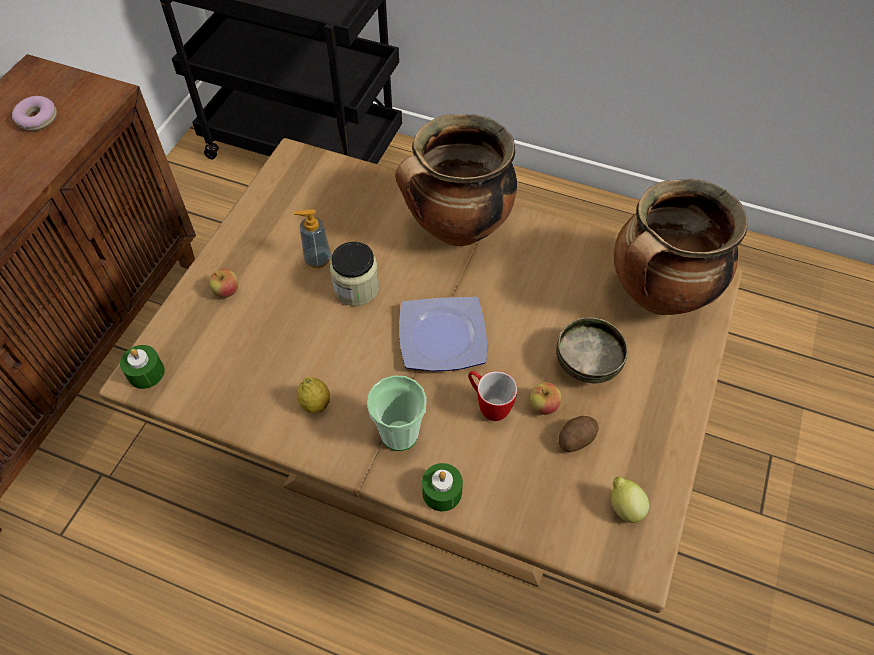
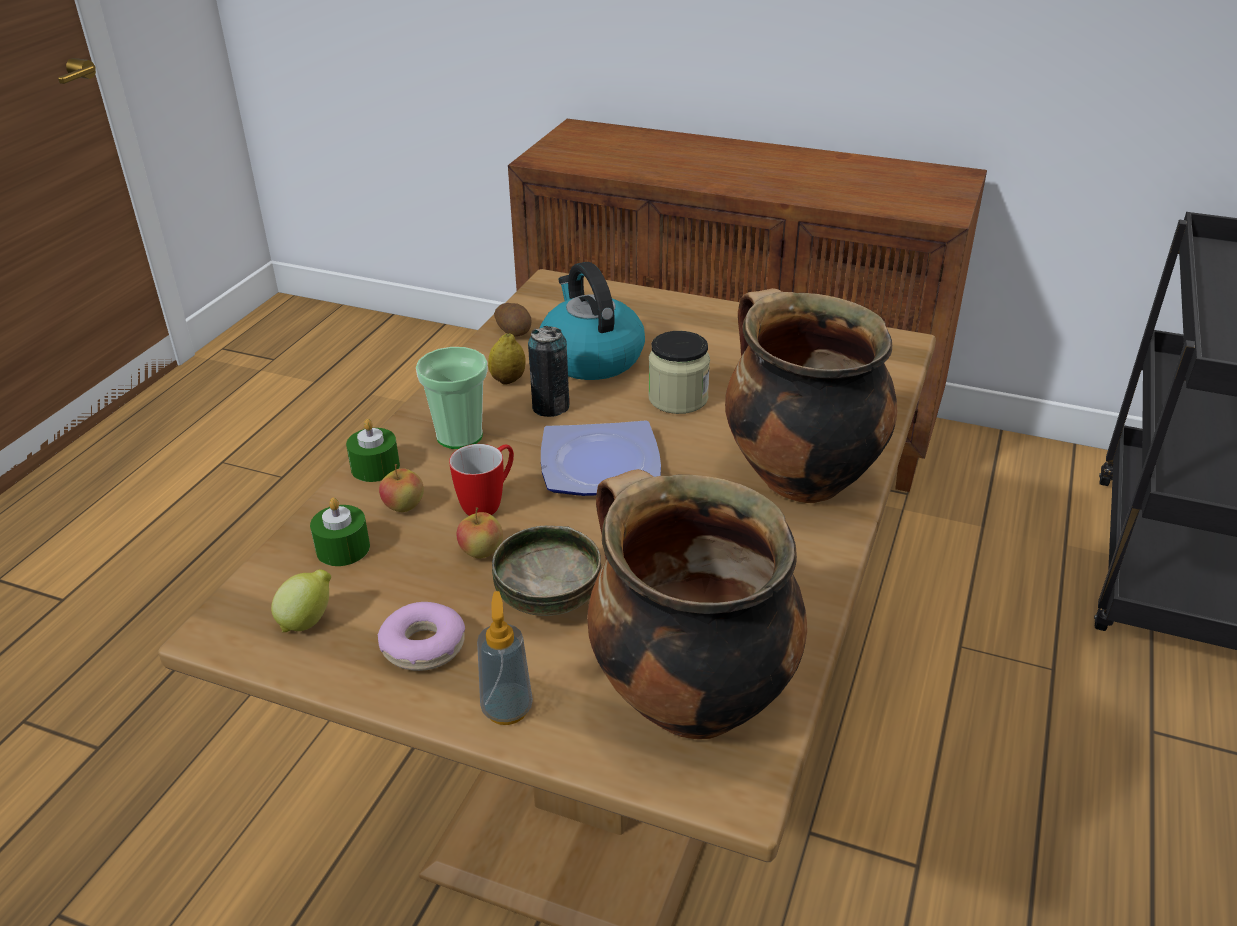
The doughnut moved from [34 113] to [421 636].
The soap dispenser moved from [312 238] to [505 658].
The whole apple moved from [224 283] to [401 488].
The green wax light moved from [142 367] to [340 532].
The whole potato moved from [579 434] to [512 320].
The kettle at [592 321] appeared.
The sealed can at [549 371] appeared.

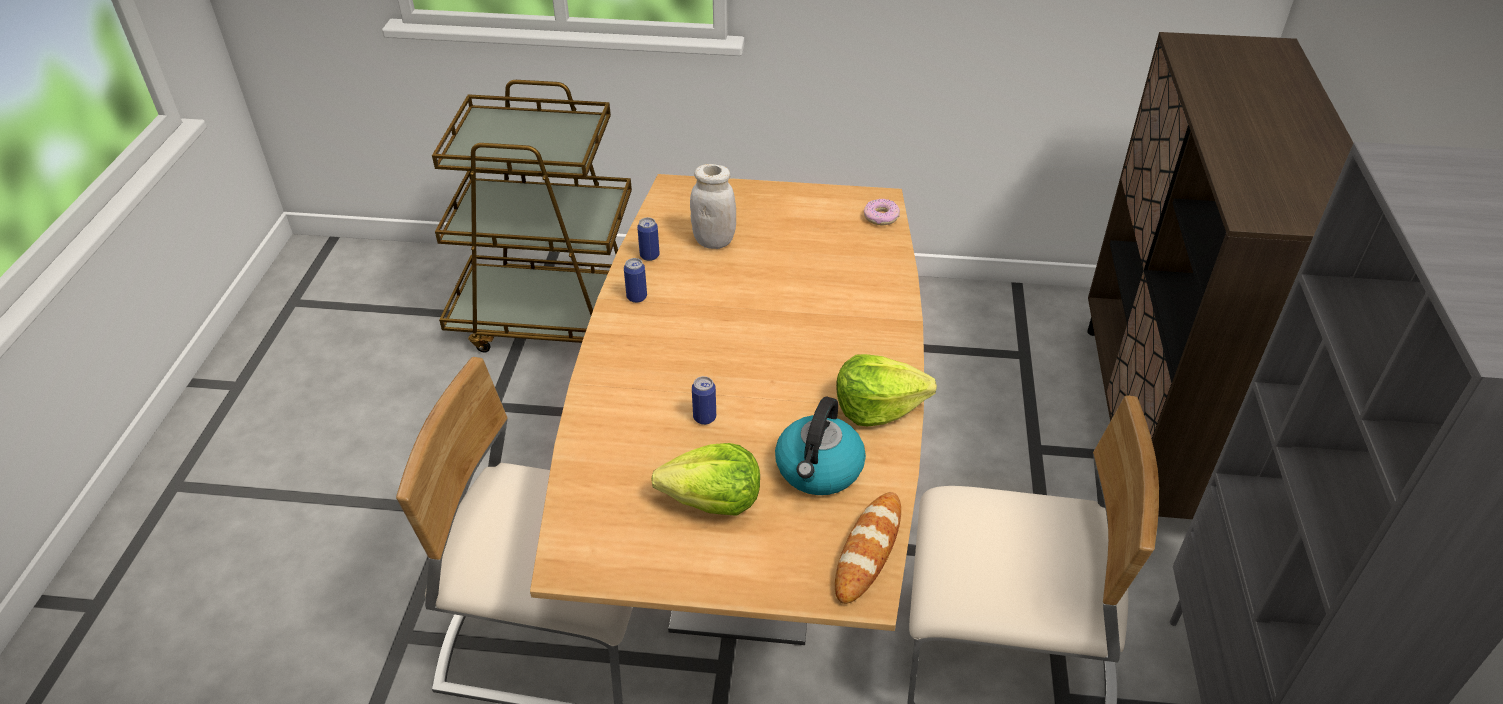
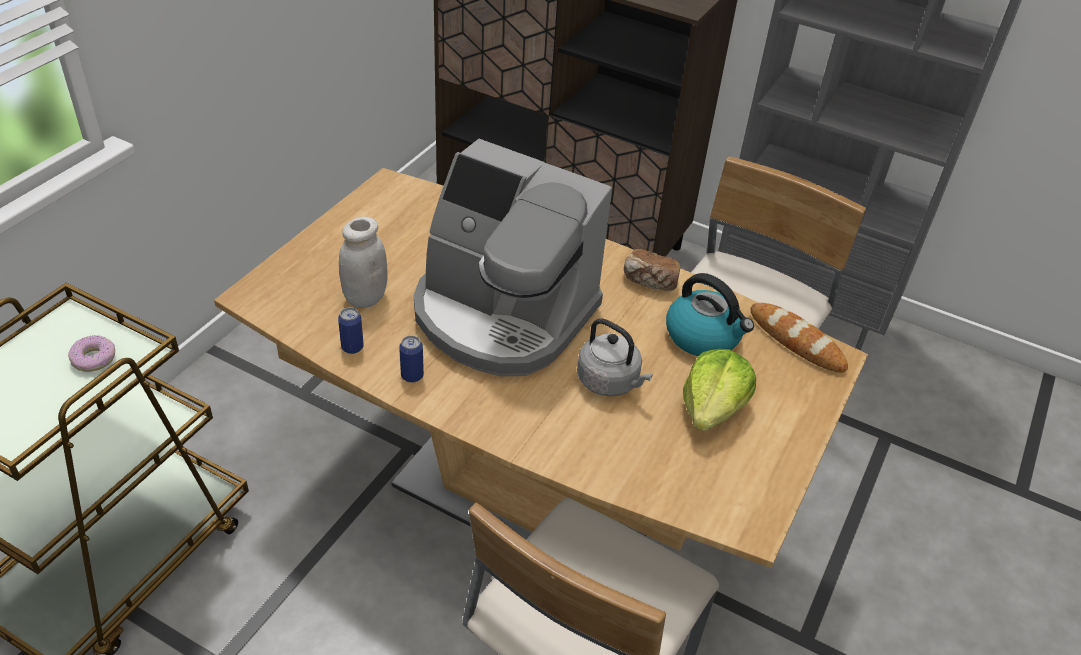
The doughnut moved from [882 212] to [91 353].
The lettuce at [886 390] was replaced by the bakery bread at [652 270].
The sealed can at [704 400] was replaced by the grey kettle at [615 357].
The coffee brewer at [513 257] appeared.

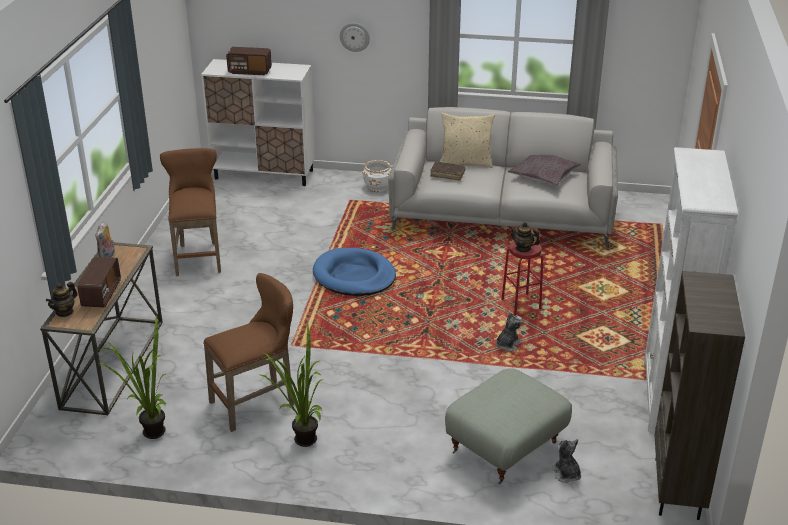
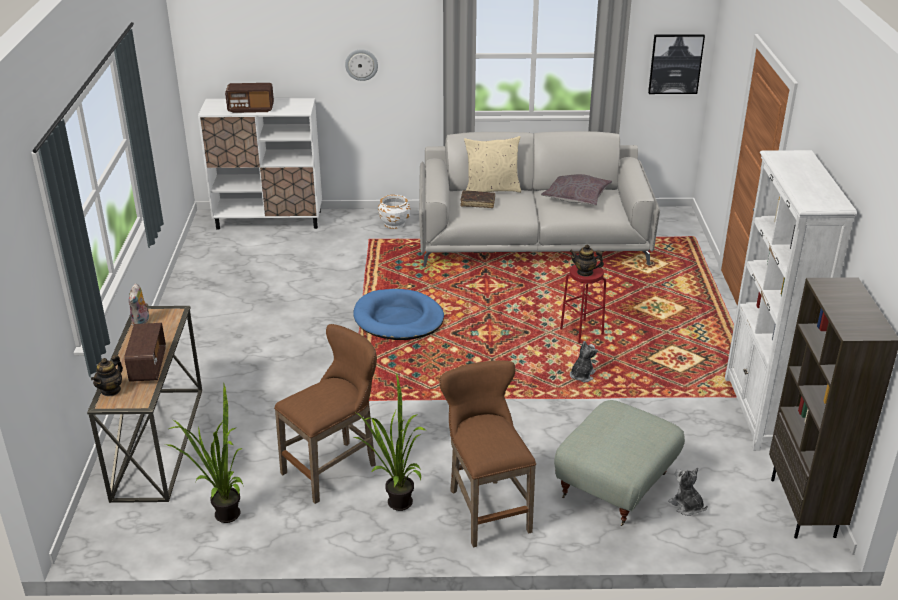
The brown sitting stool moved from [190 212] to [487 454].
The picture at [676 64] appeared.

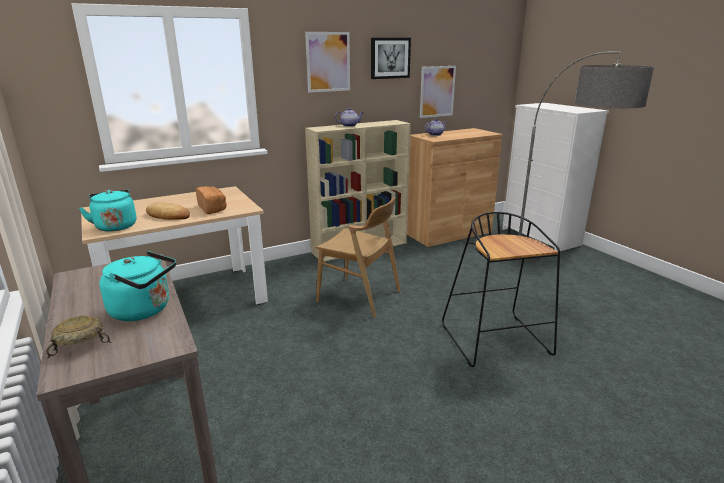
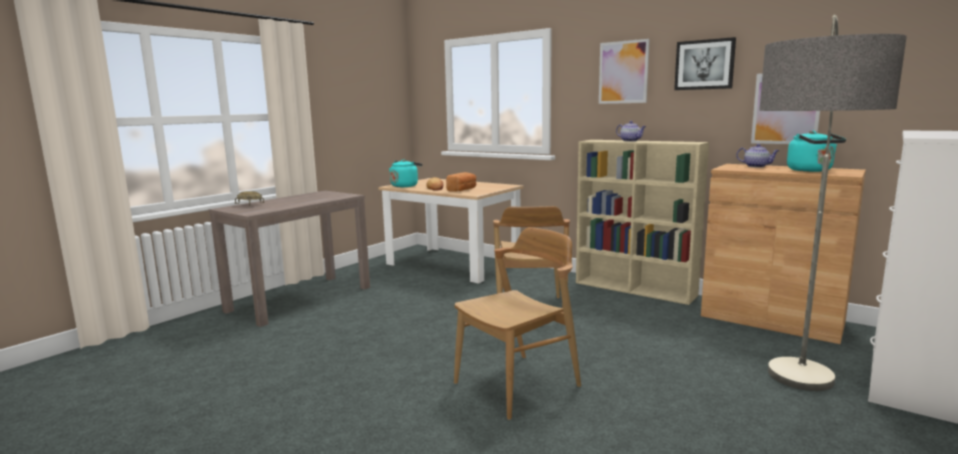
The black-coloured sitting stool at [501 289] was replaced by the brown chair at [517 323].
The blue-green kettle moved from [137 286] to [816 151].

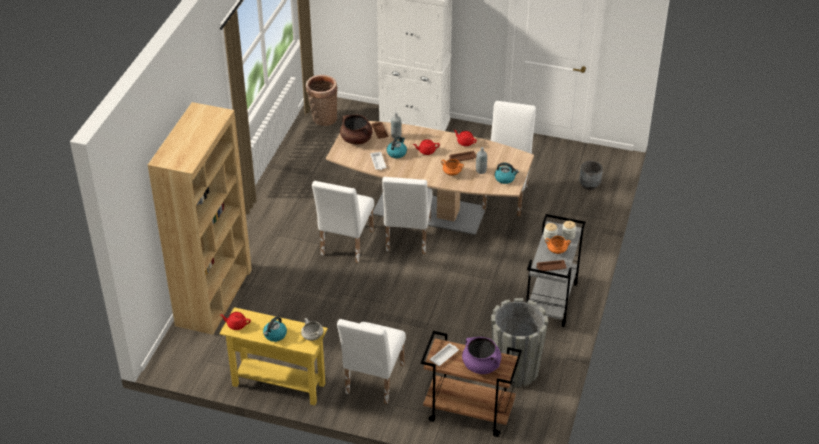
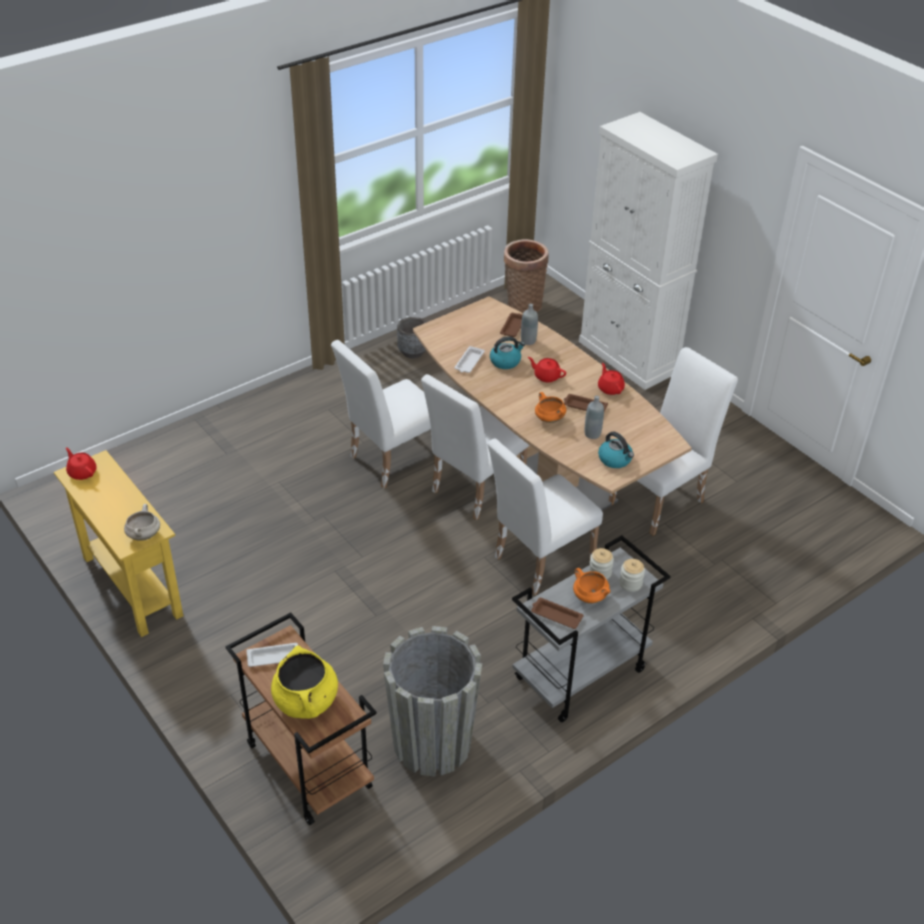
The brown bookshelf at [200 218] disappeared.
The brown saucepot at [356 129] disappeared.
The grey flower pot moved from [591 175] to [412 337].
The kettle at [275 329] disappeared.
The white chair moved from [371 361] to [545 517].
The purple-coloured saucepot at [481 355] became the yellow saucepot at [304 682].

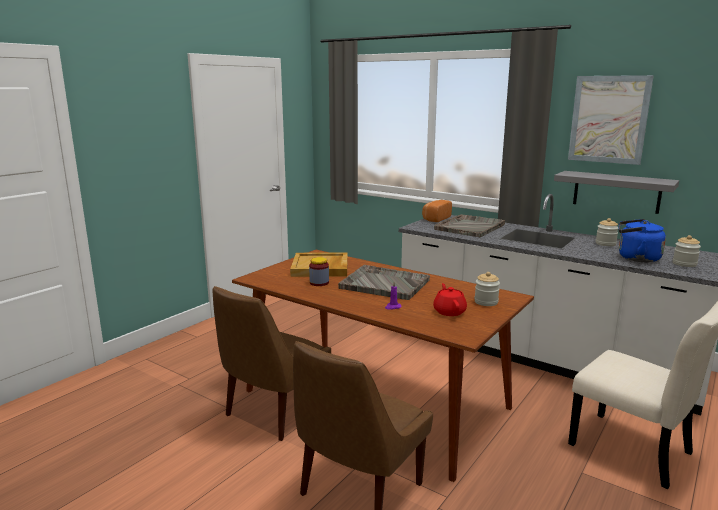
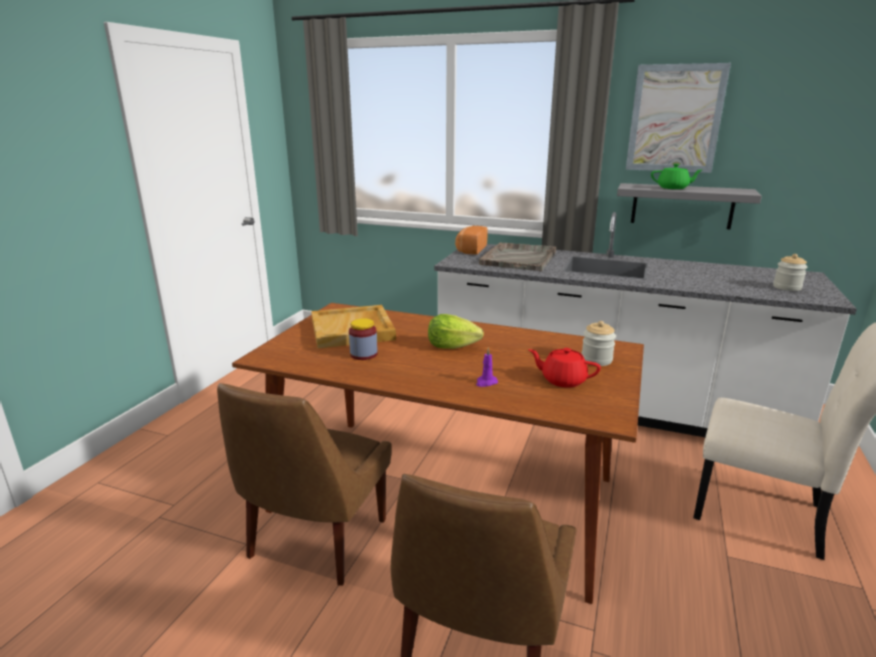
The jar at [607 232] disappeared.
The blue kettle at [642 240] disappeared.
The grey tray at [384 282] was replaced by the lettuce at [456 331].
The red-coloured pot for tea at [450 299] turned 45 degrees counterclockwise.
The green pot for tea at [676 176] appeared.

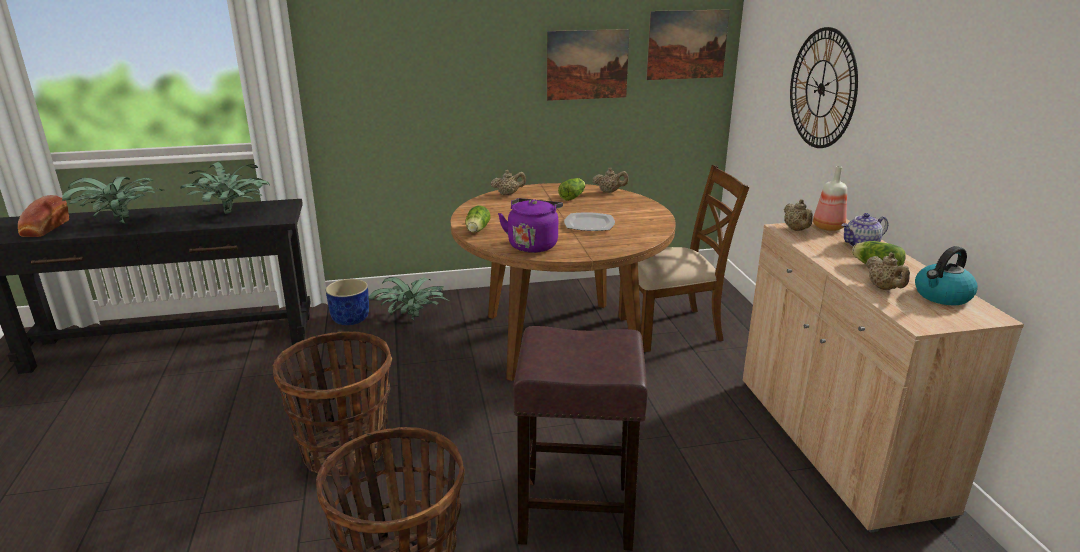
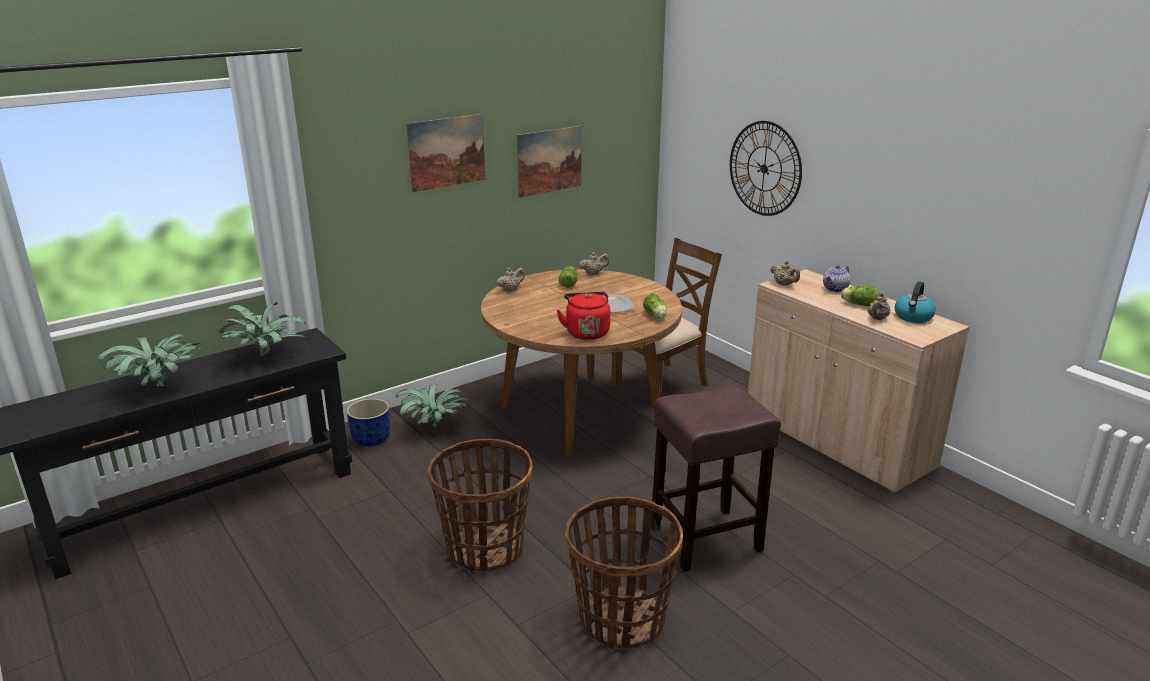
The picture moved from [688 44] to [445 153].
The drink bottle at [830 198] disappeared.
The bakery bread at [43 216] disappeared.
The purple-coloured kettle at [530 225] became the red-coloured kettle at [583 316].
The lettuce moved from [477 218] to [655 306].
The beige-coloured pot for tea at [888 271] turned 75 degrees clockwise.

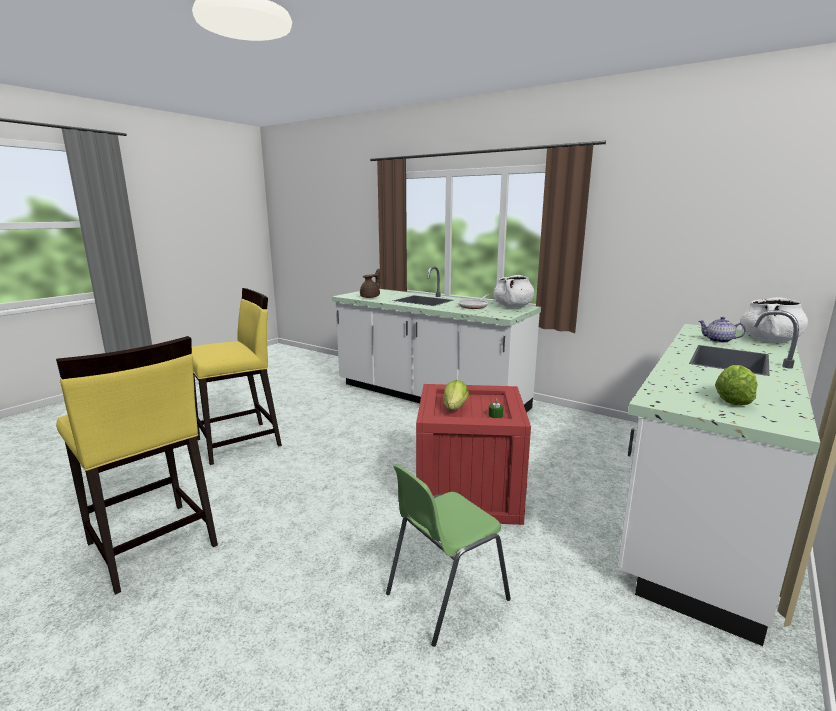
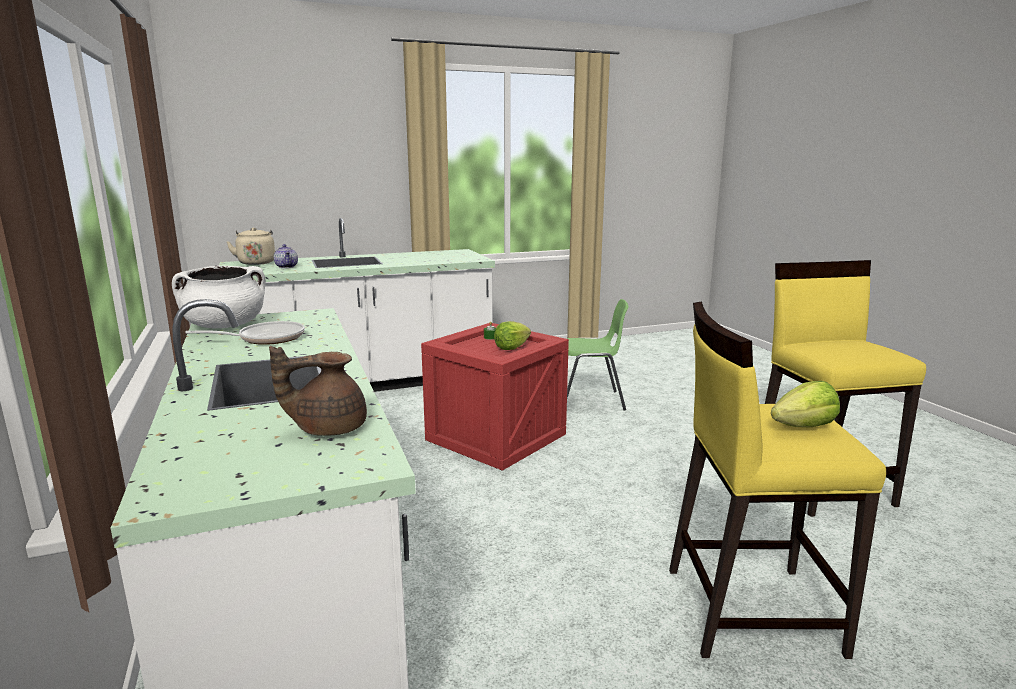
The white saucepot at [774 319] was replaced by the beige-coloured kettle at [250 246].
The lettuce moved from [736 385] to [805 404].

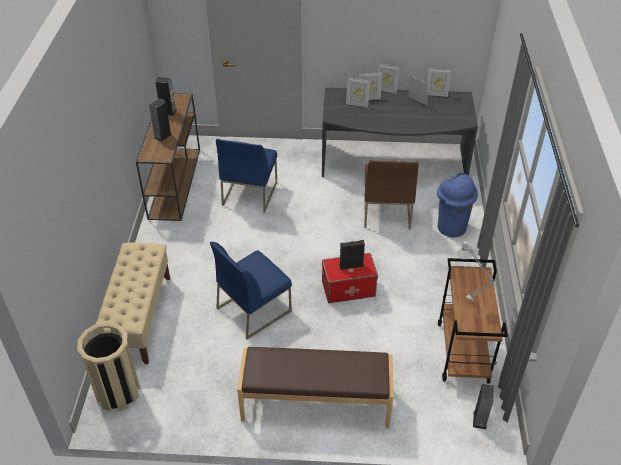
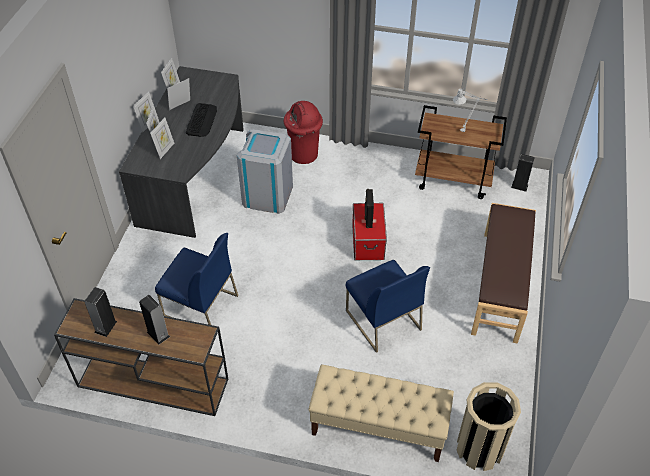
The brown chair at [391 195] was replaced by the grey waste bin at [265 171].
The blue waste bin at [457 205] became the red-coloured waste bin at [303 132].
The computer keyboard at [201 120] appeared.

